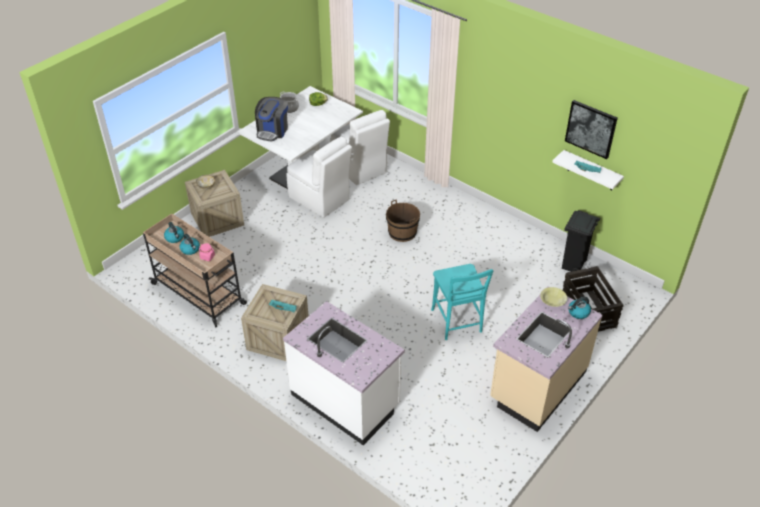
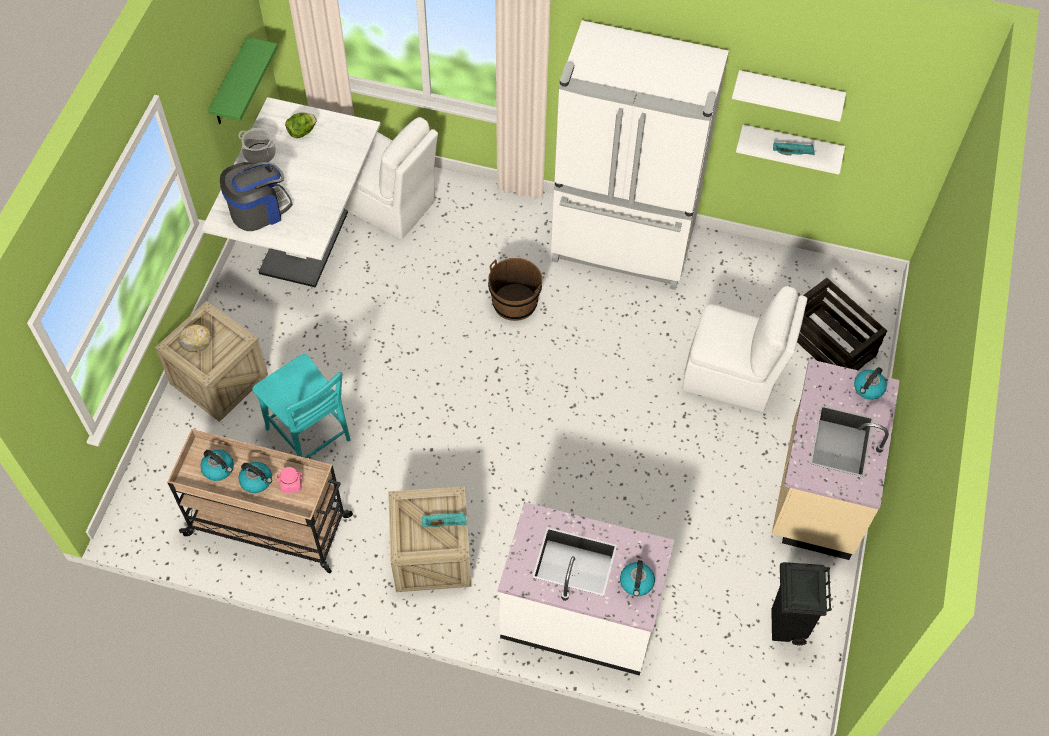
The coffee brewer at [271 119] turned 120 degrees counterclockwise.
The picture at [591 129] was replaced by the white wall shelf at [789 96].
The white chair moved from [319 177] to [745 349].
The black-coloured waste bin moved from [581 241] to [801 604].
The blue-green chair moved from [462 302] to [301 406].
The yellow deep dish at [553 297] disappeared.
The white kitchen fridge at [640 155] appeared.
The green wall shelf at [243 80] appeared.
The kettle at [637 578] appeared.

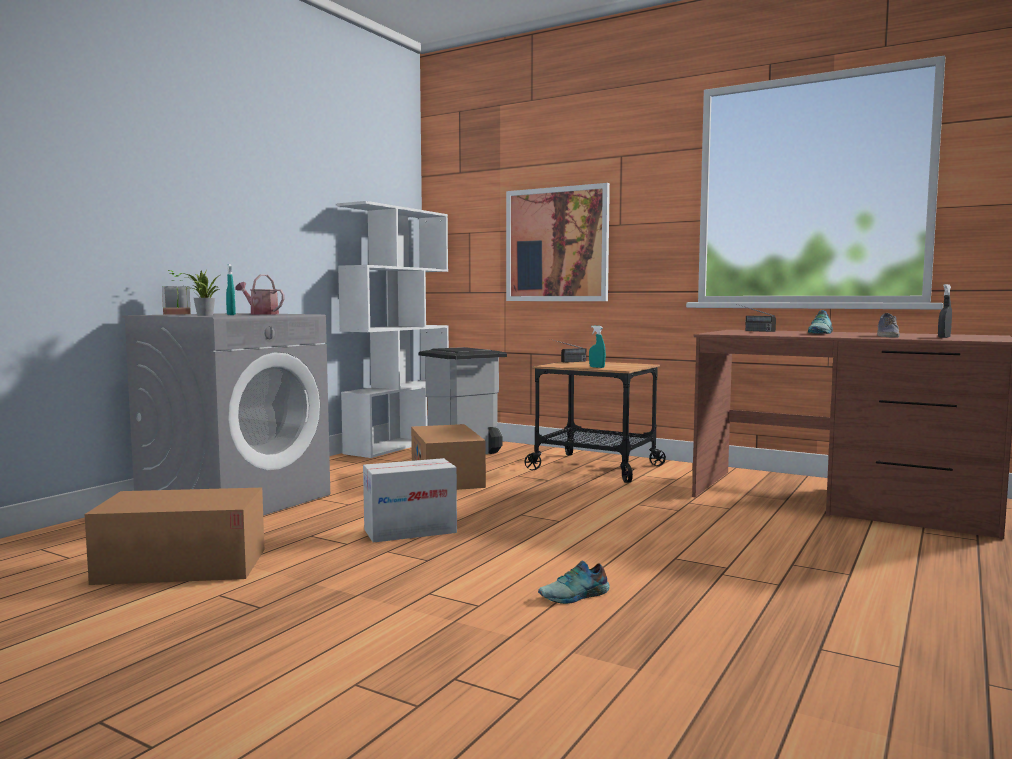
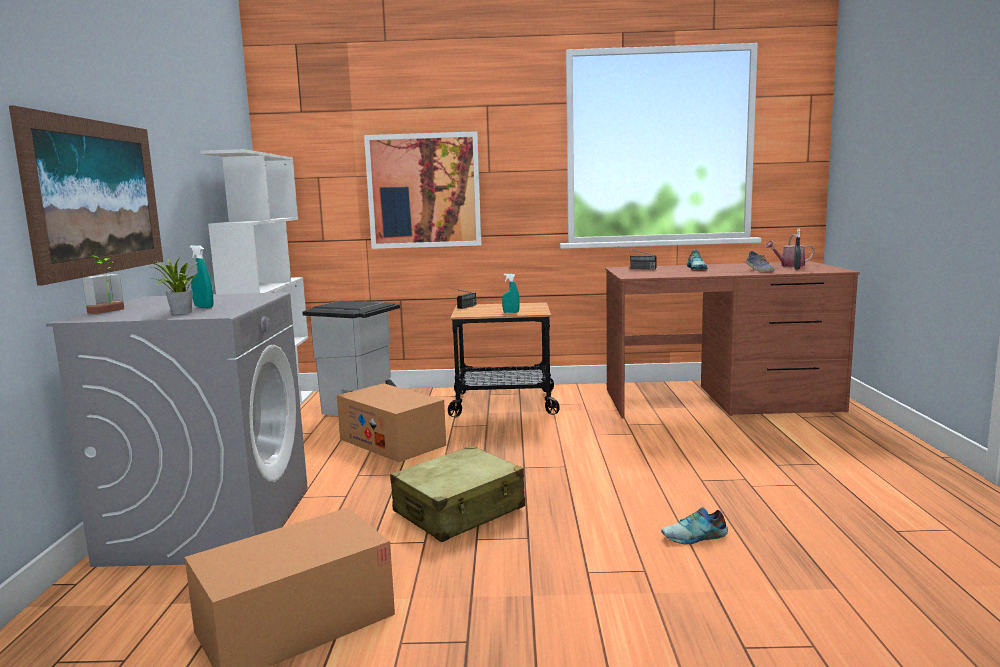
The watering can moved from [259 294] to [790 250].
The carton at [410 500] was replaced by the beige-coloured suitcase at [457 494].
The low shoe at [574 582] turned 45 degrees clockwise.
The picture at [86 195] appeared.

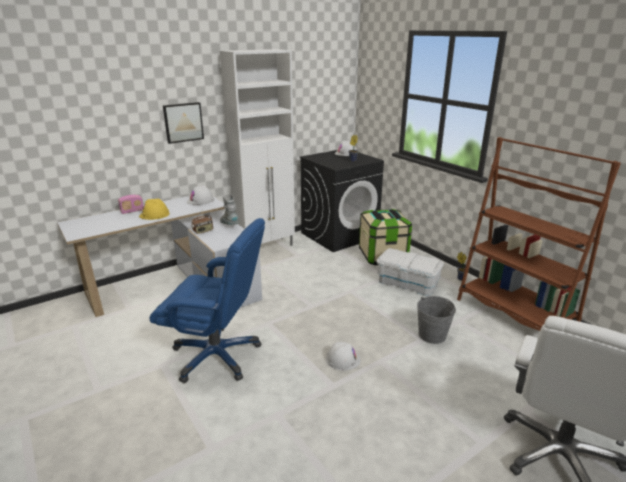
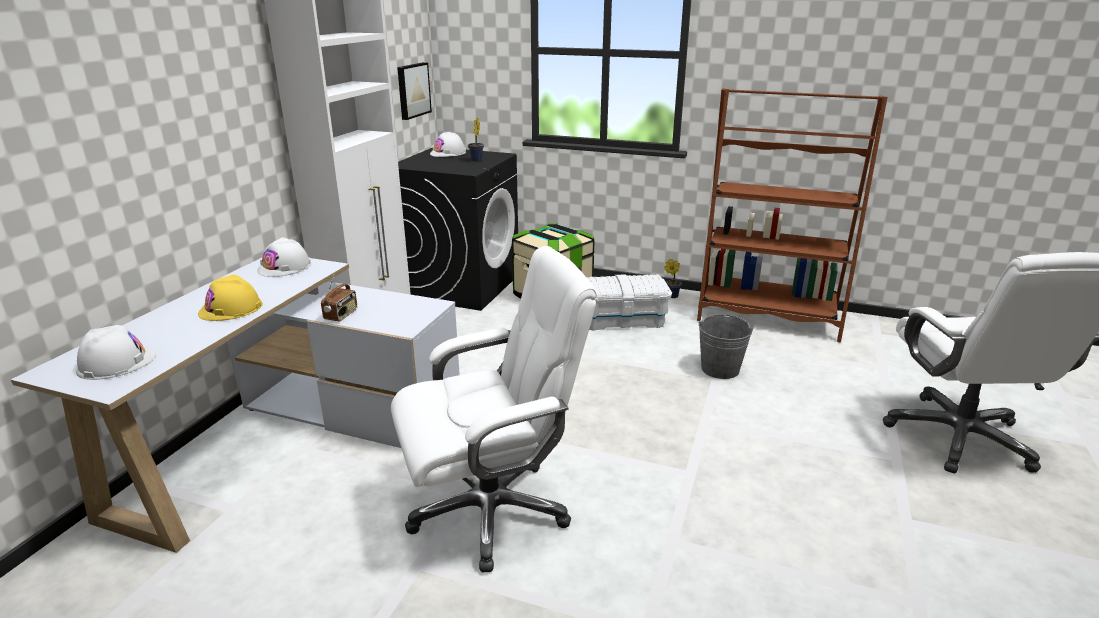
The picture moved from [183 123] to [414 91].
The grey boot at [229 209] disappeared.
The radio receiver at [131 204] disappeared.
The blue desk chair at [207 300] became the white desk chair at [494 409].
The white work helmet moved from [343 356] to [116 352].

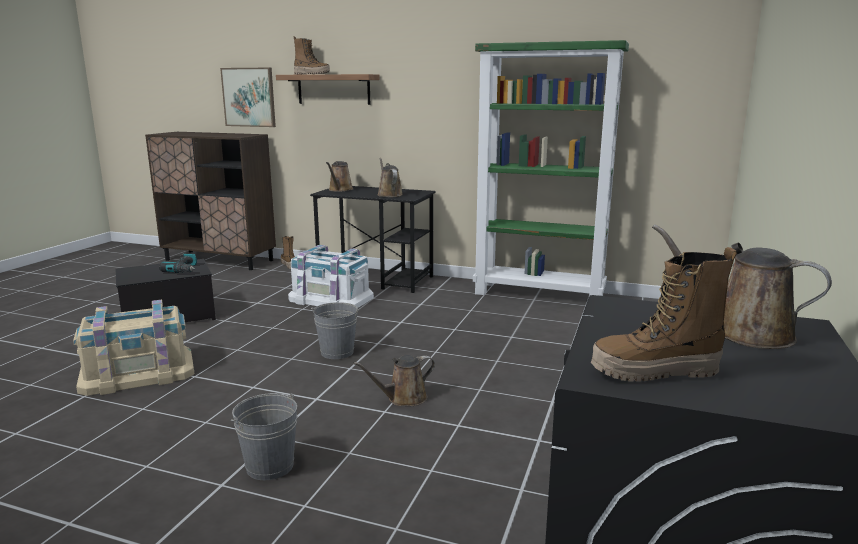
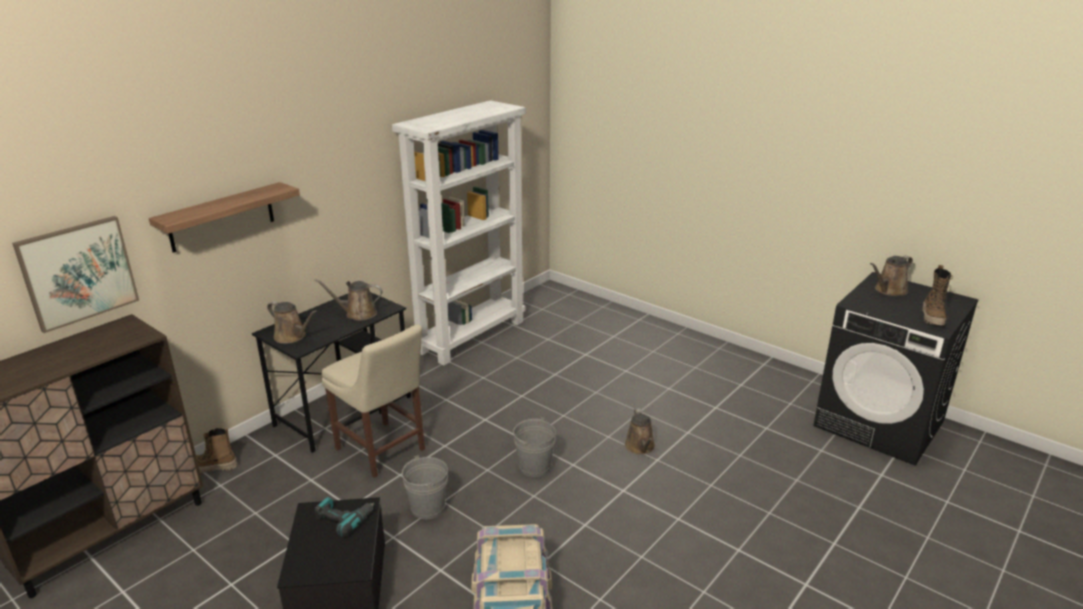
The boot at [312 55] disappeared.
The green bookshelf at [551 168] became the white bookshelf at [459 233].
The white storage container at [331 276] was replaced by the beige-coloured chair at [373 401].
The grey bucket moved from [264 436] to [425 487].

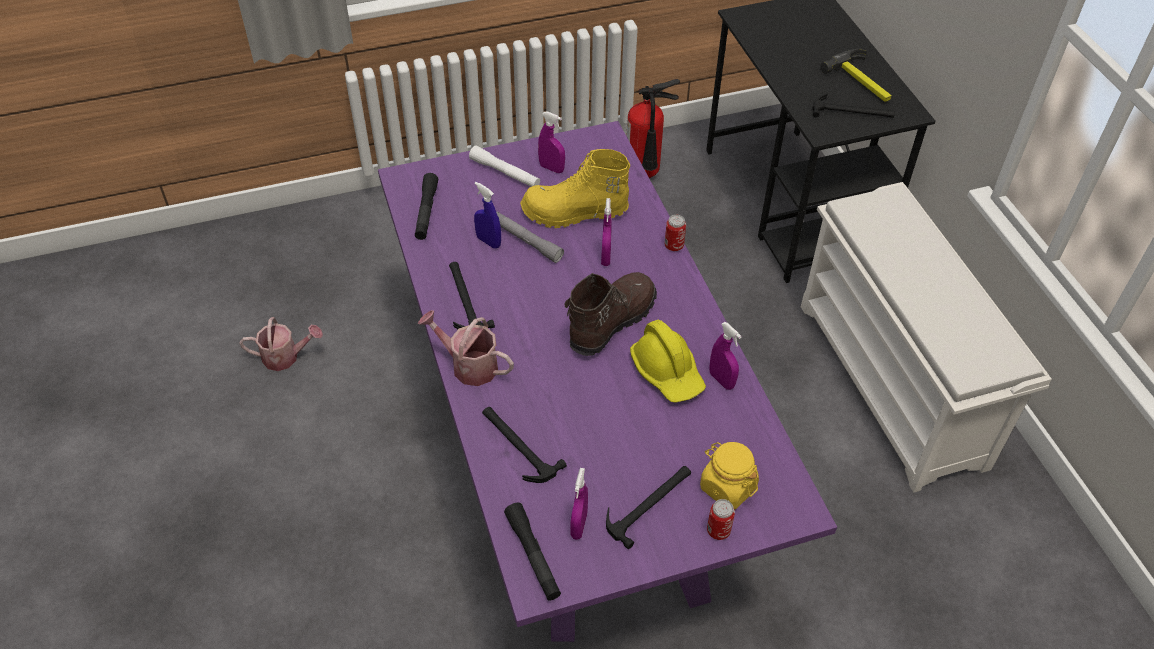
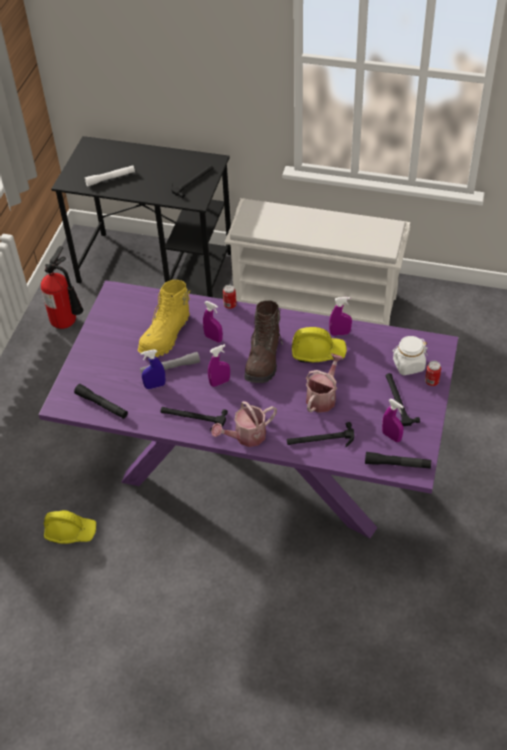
The hammer at [856 75] disappeared.
The purple-coloured hand sprayer moved from [551 142] to [219 365].
The white hand torch moved from [504 166] to [110 176].
The brown boot at [611 314] turned 150 degrees counterclockwise.
The watering can moved from [281 344] to [324 383].
The yellow jar at [729 475] became the white jar at [410 355].
The yellow work helmet at [70 527] appeared.

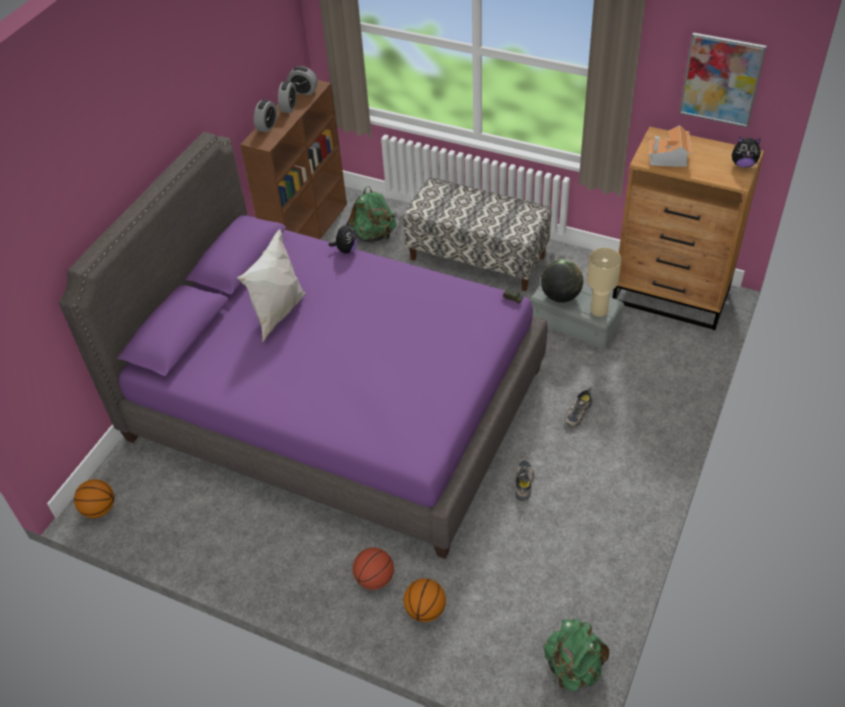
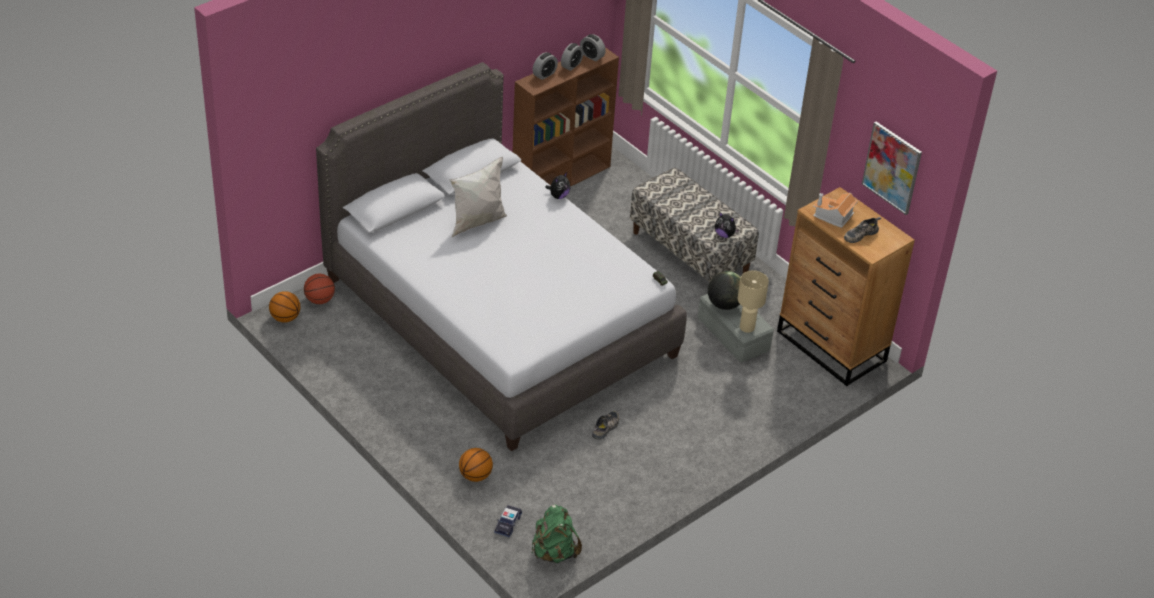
The purple-coloured bedroom bed at [303 345] became the grey bedroom bed at [501 256].
The plush toy moved from [747 152] to [727 225].
The green backpack at [373 214] disappeared.
The low shoe moved from [578 407] to [862 230].
The ball for basketball moved from [373 569] to [319 289].
The model car at [508 521] appeared.

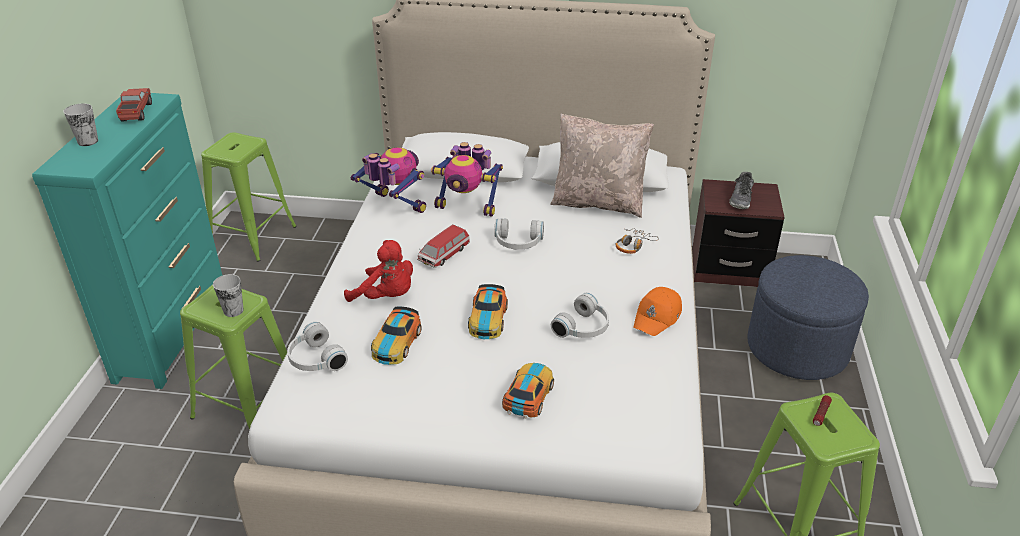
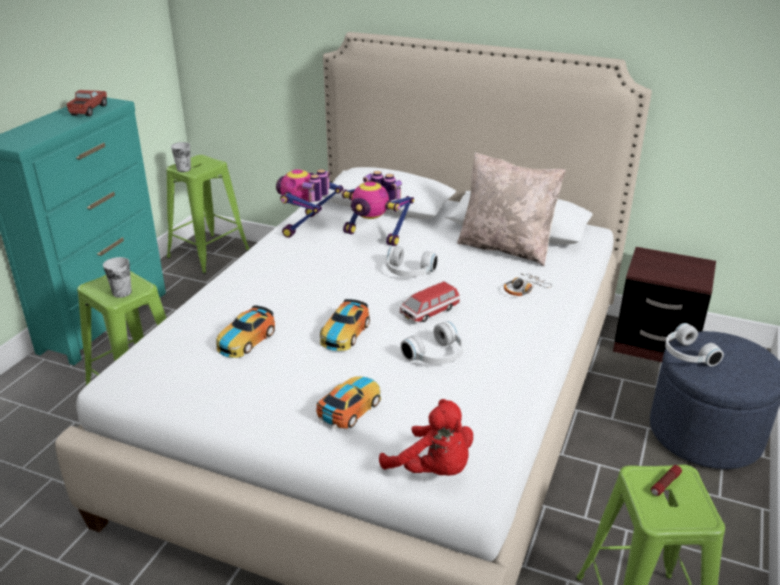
The cup moved from [80 124] to [181 157].
The robot figure at [388 180] turned 120 degrees counterclockwise.
The low shoe at [741 190] disappeared.
The model car moved from [443 246] to [429 302].
The red-coloured plush toy moved from [378 271] to [426 437].
The orangey baseball cap at [657 311] disappeared.
The white pair of headphones moved from [317 346] to [694 345].

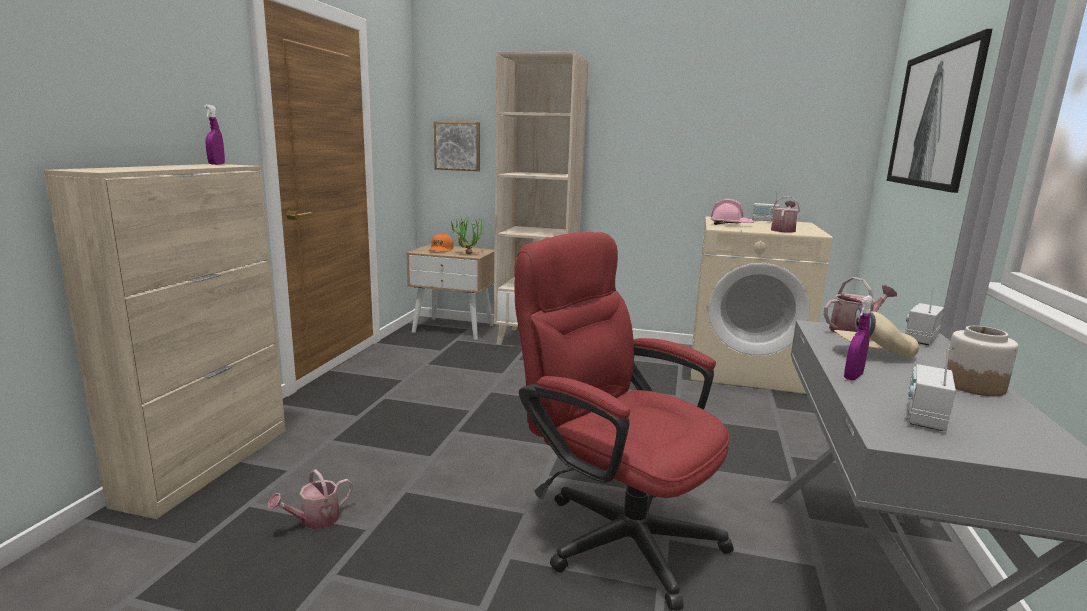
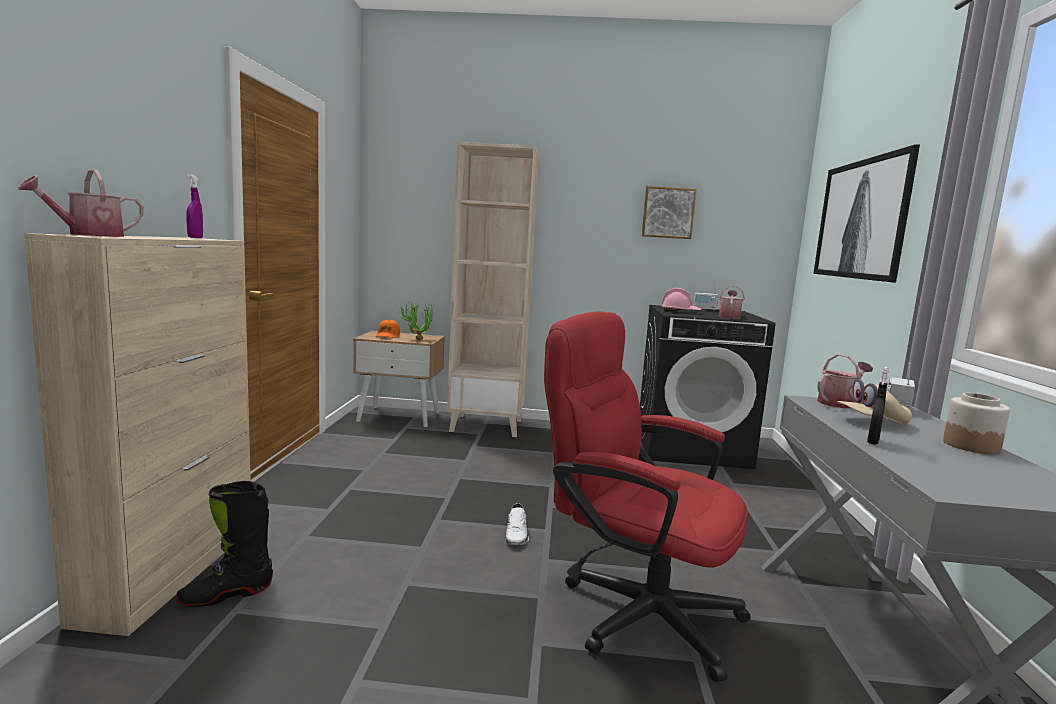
The picture moved from [457 146] to [669 212].
The beige-coloured washing machine at [762 305] became the black-coloured washing machine at [708 387].
The purple-coloured hand sprayer at [858 337] became the black-coloured hand sprayer at [878 406].
The radio receiver at [932 390] disappeared.
The watering can moved from [310 499] to [81 203].
The black-coloured boot at [224 544] appeared.
The white low shoe at [517 524] appeared.

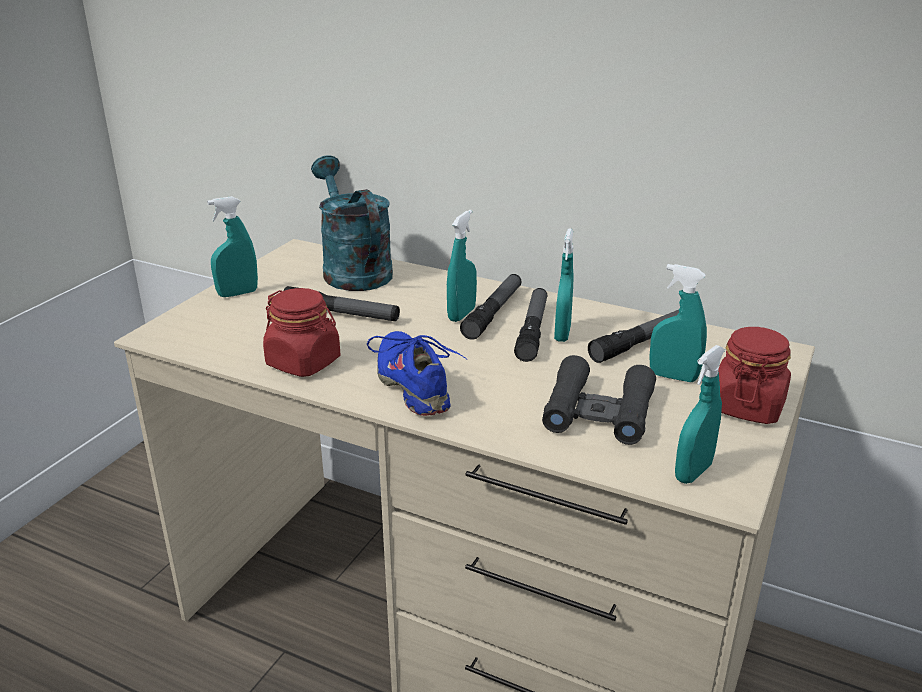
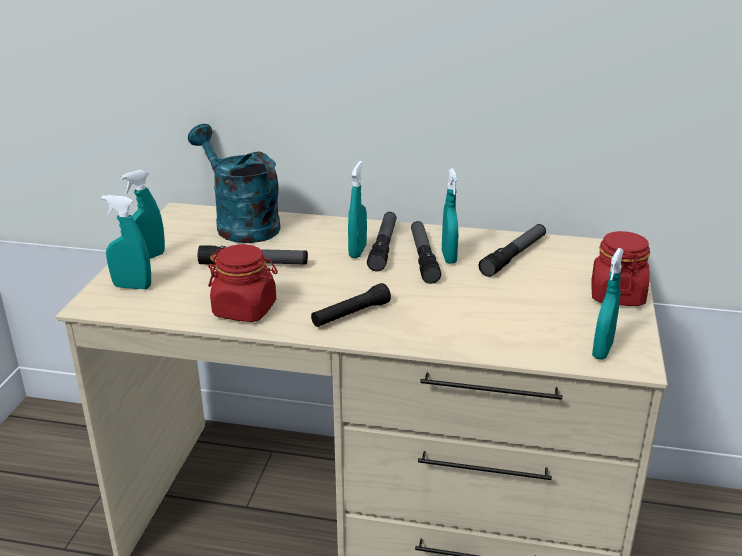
The blue-green hand sprayer moved from [678 323] to [126 242].
The blue low shoe at [417 373] was replaced by the black-coloured hand torch at [351 305].
The black-coloured pair of binoculars at [599 400] disappeared.

